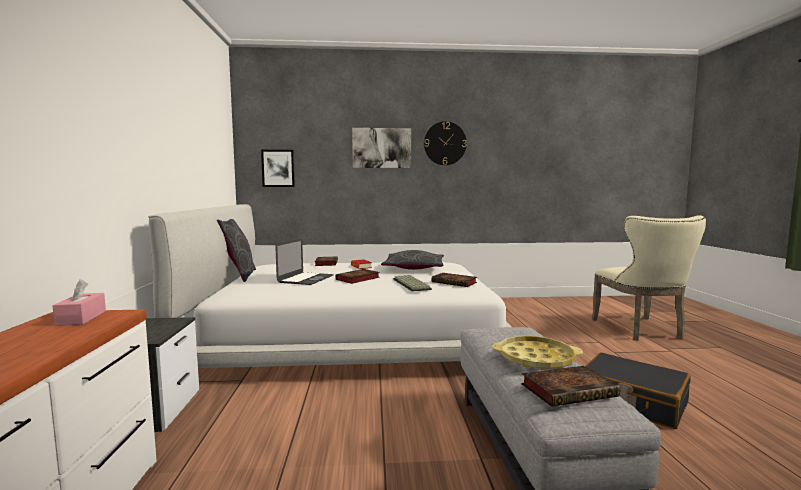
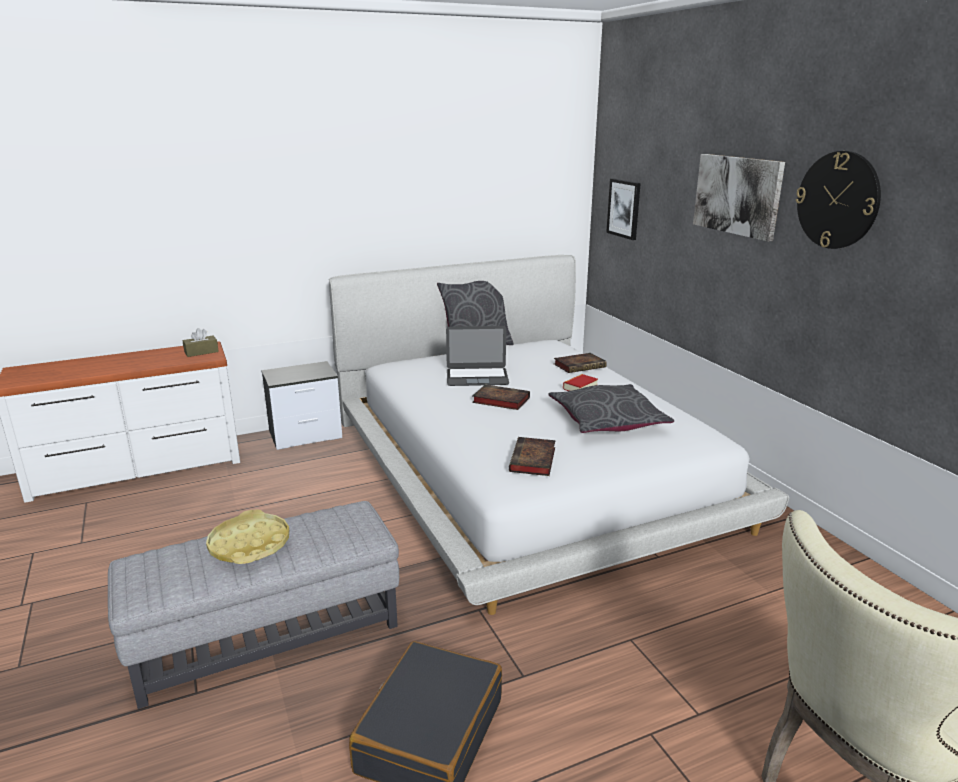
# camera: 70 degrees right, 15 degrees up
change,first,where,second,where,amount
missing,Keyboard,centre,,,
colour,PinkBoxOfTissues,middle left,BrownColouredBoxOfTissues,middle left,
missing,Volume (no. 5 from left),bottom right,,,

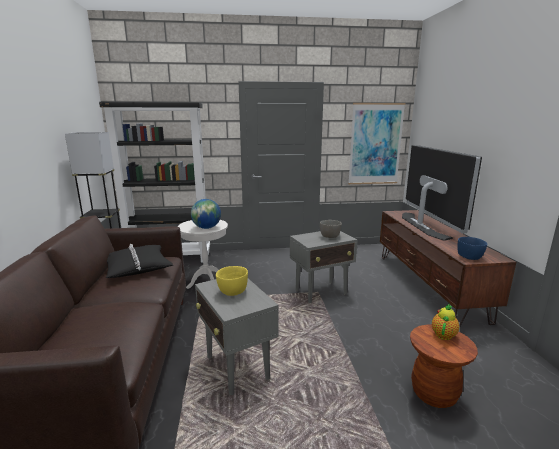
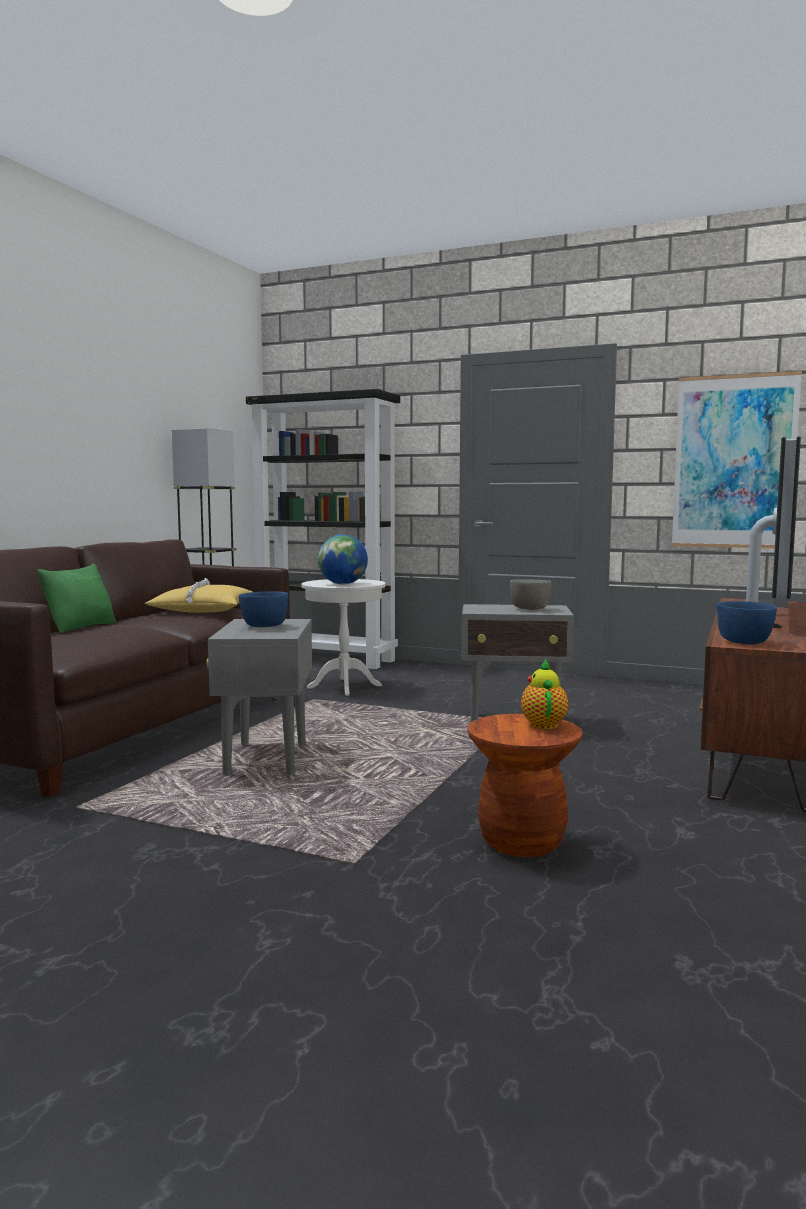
# camera: 30 degrees right, 10 degrees down
change,first,where,second,where,amount
colour,BlackishCushion,middle left,YellowishCushion,middle left,
colour,YellowishServingBowl,centre,BlueColouredServingBowl (no. 1 from left),middle left,
spun,Teapot,bottom right,,middle right,60 degrees counterclockwise
appeared,,,GreenishCushion,middle left,

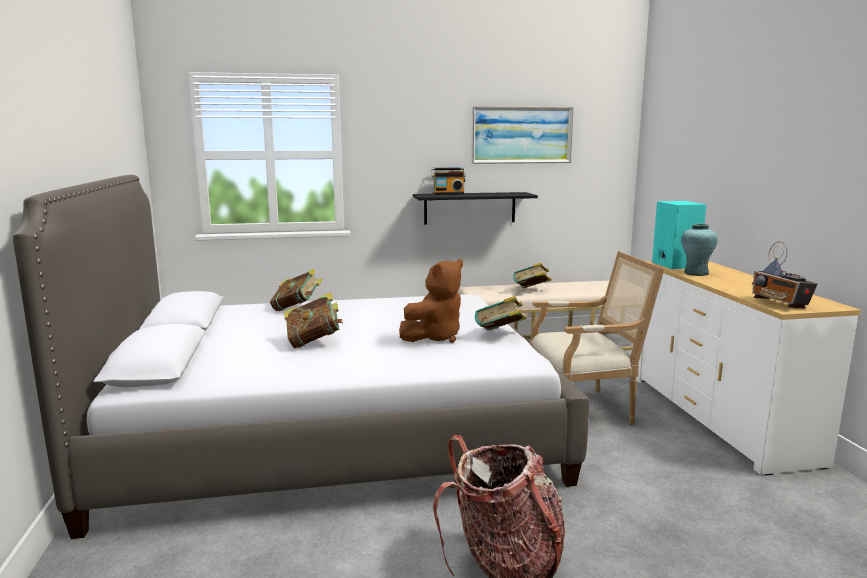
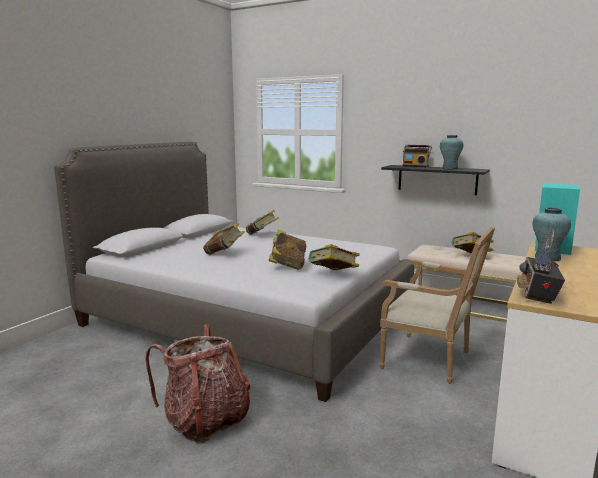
# camera: 40 degrees right, 0 degrees up
change,first,where,second,where,amount
missing,WallPicture,top centre,,,
exchanged,BrownColouredCuddlyToy,centre,Volume (no. 3 from left),centre,
appeared,,,TurquoiseDecorativeVase (no. 1 from left),top right,

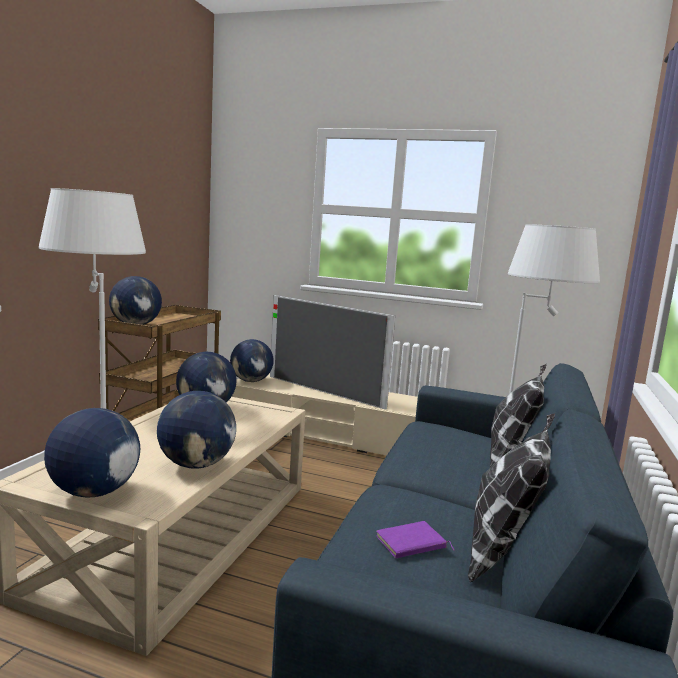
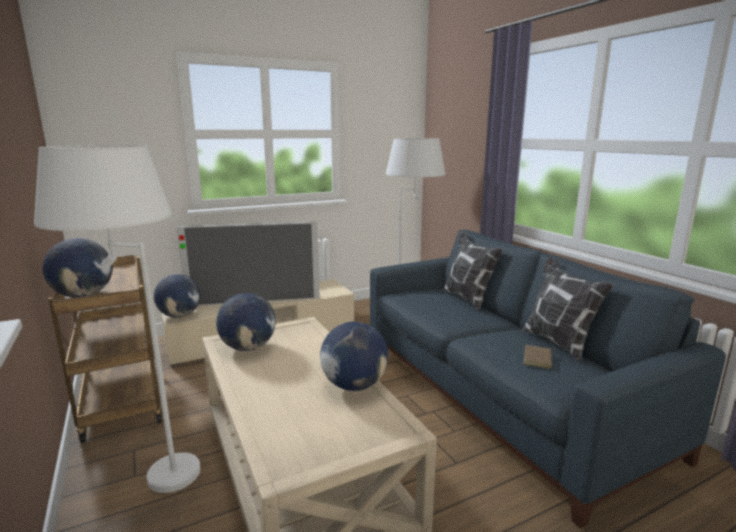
# camera: 45 degrees left, 5 degrees up
change,first,where,second,where,amount
missing,Globe (no. 1 from left),bottom left,,,
colour,PurpleVolume,bottom centre,BrownColouredVolume,bottom right,

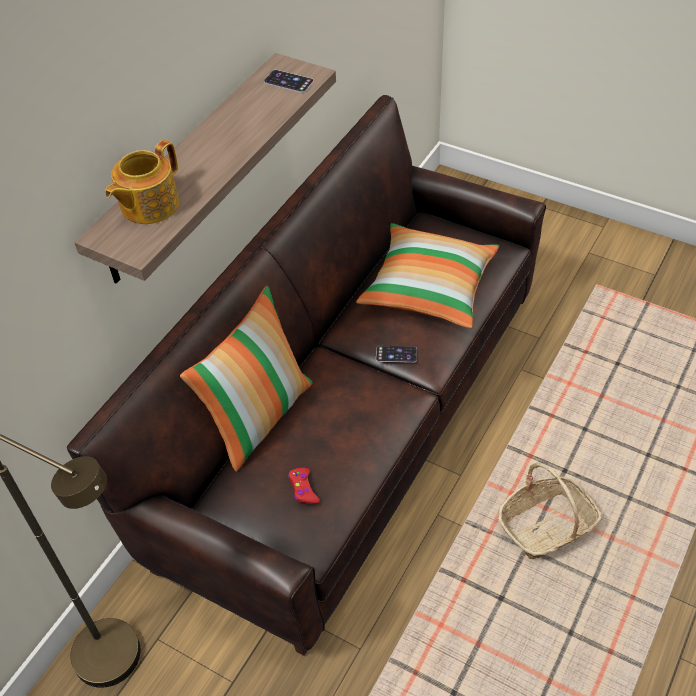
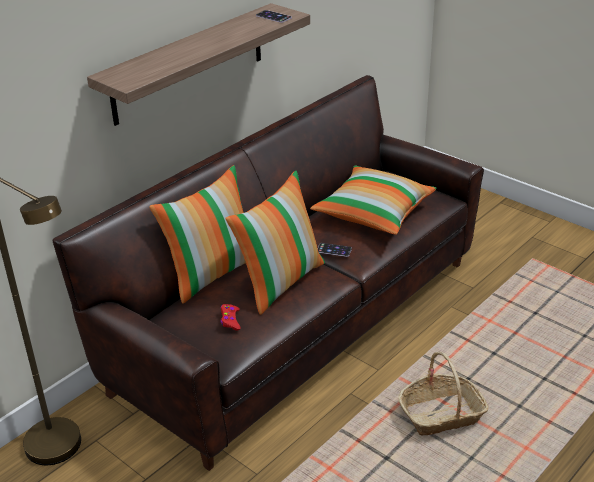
# camera: 10 degrees right, 15 degrees down
change,first,where,second,where,amount
missing,Teapot,top left,,,
appeared,,,Cushion (no. 2 from left),centre,

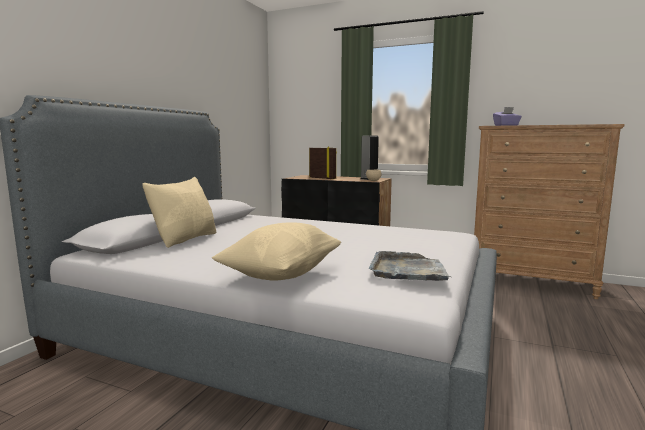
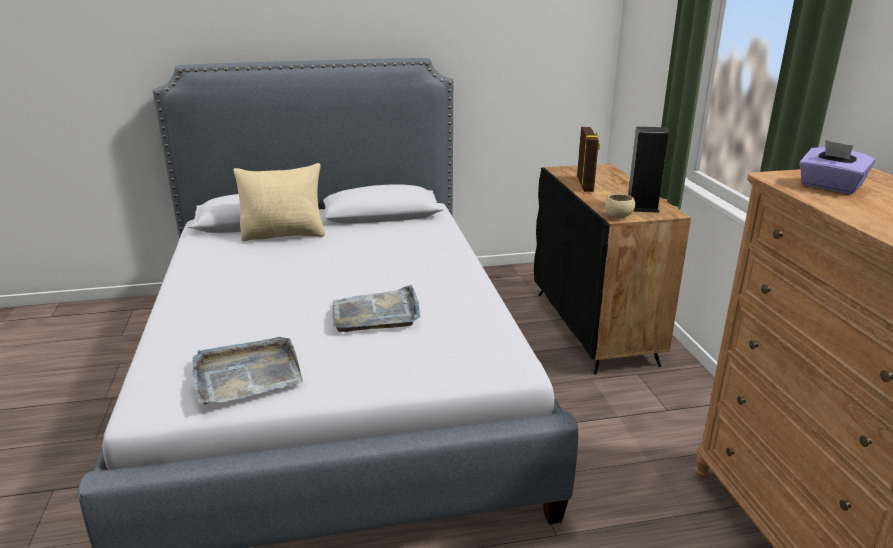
# camera: 55 degrees right, 15 degrees up
change,first,where,second,where,amount
missing,BeigeColouredCushion (no. 2 from left),centre,,,
appeared,,,GreyishTray (no. 2 from left),centre,

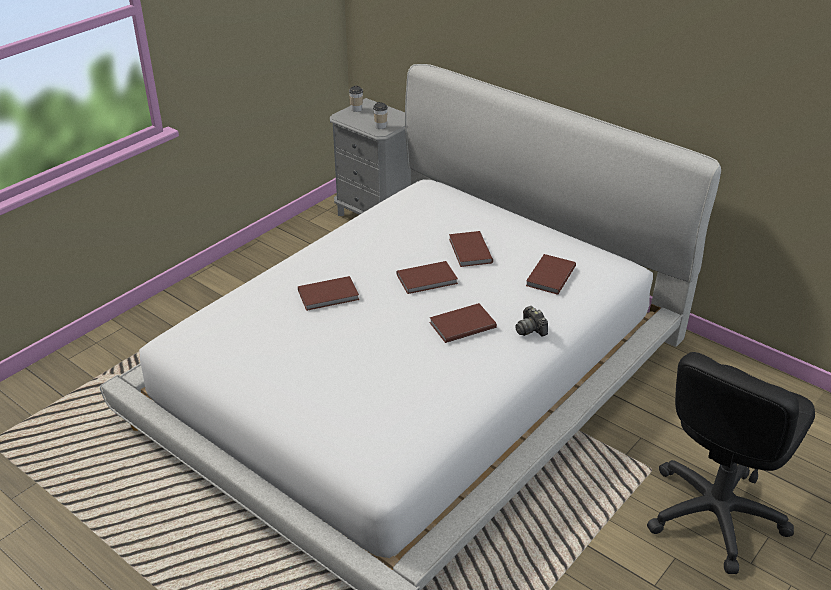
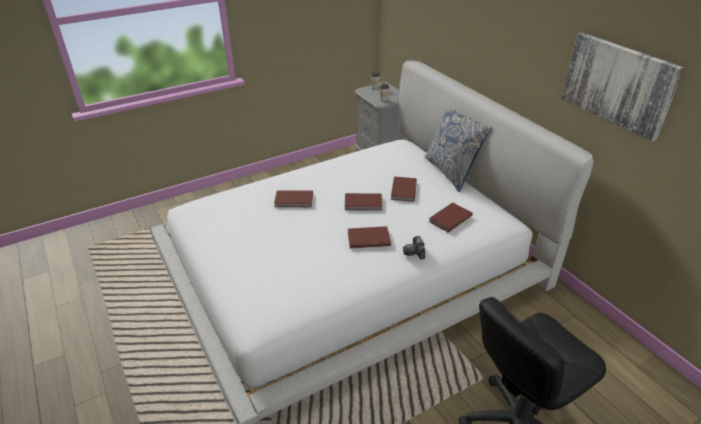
# camera: 20 degrees right, 0 degrees up
change,first,where,second,where,amount
appeared,,,WallPicture,top right,
appeared,,,Cushion,centre,

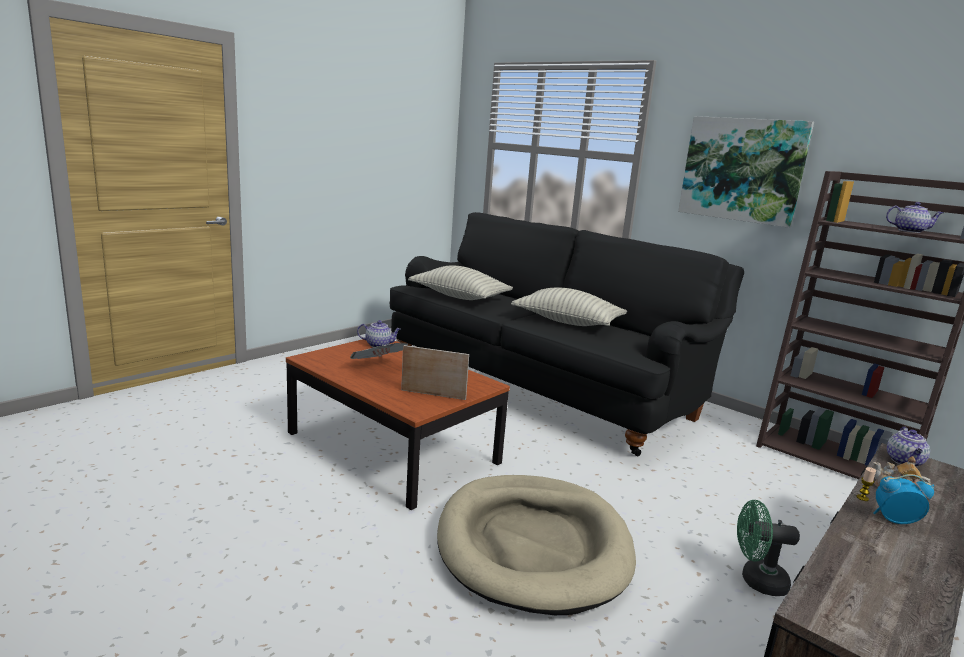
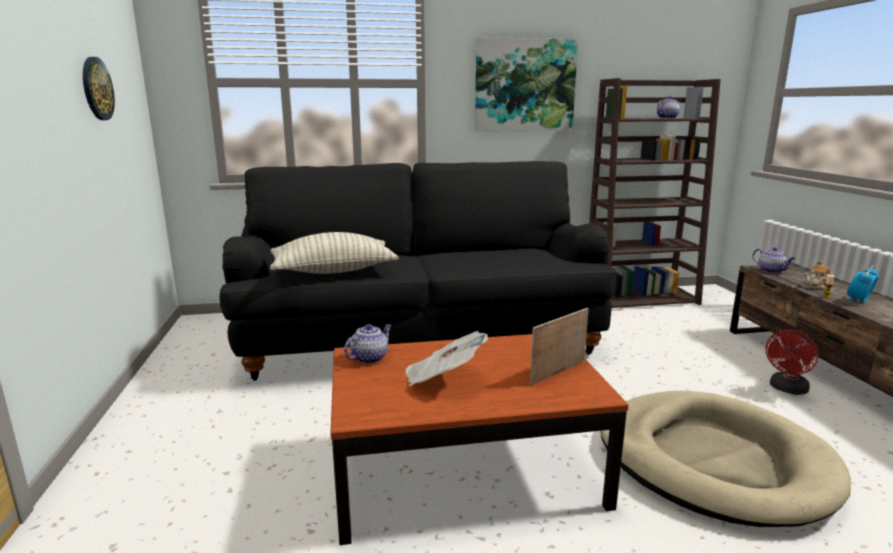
# camera: 50 degrees left, 0 degrees up
change,first,where,second,where,amount
missing,Cushion (no. 2 from left),centre,,,
colour,GreenishFan,bottom right,RedColouredFan,middle right,
appeared,,,HangingClock,top left,

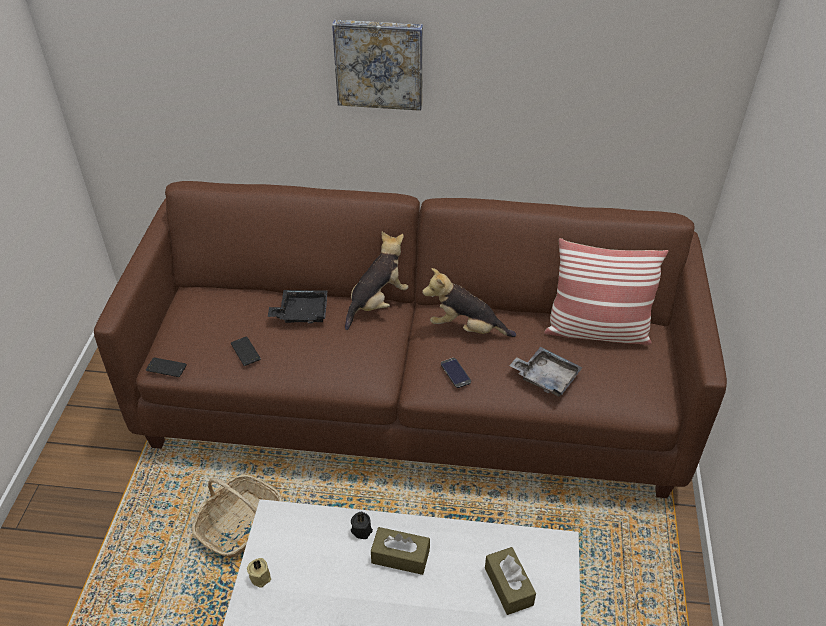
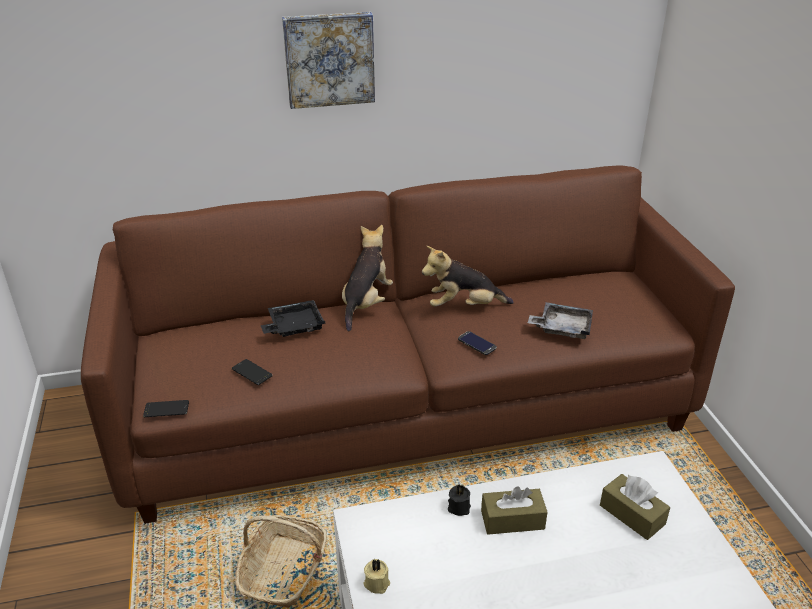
# camera: 20 degrees left, 10 degrees down
change,first,where,second,where,amount
missing,Cushion,middle right,,,

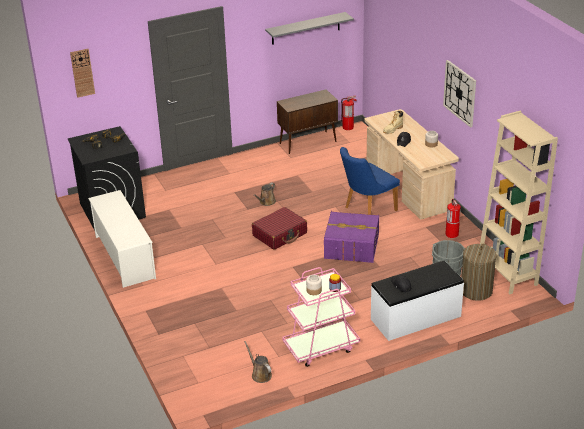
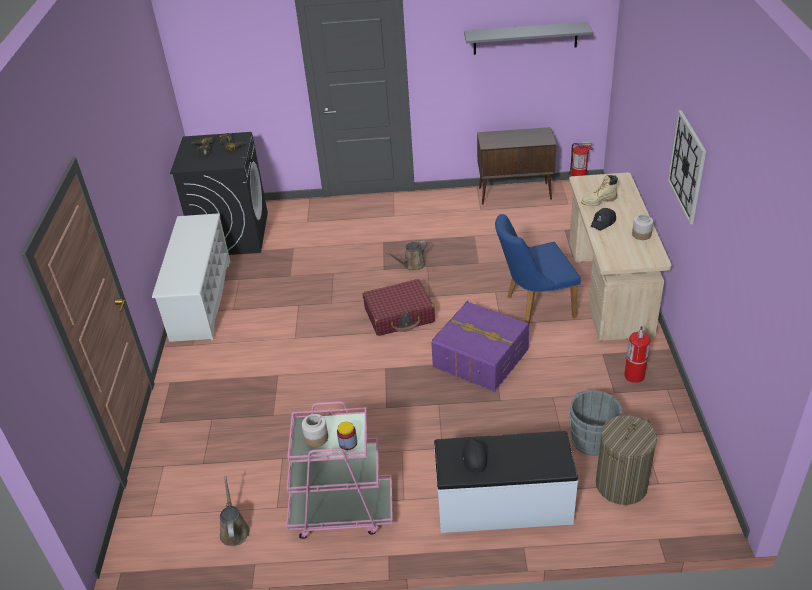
# camera: 25 degrees right, 5 degrees up
change,first,where,second,where,amount
missing,HangingClock (no. 1 from left),top left,,,
missing,BeigeColouredBookcase,middle right,,,

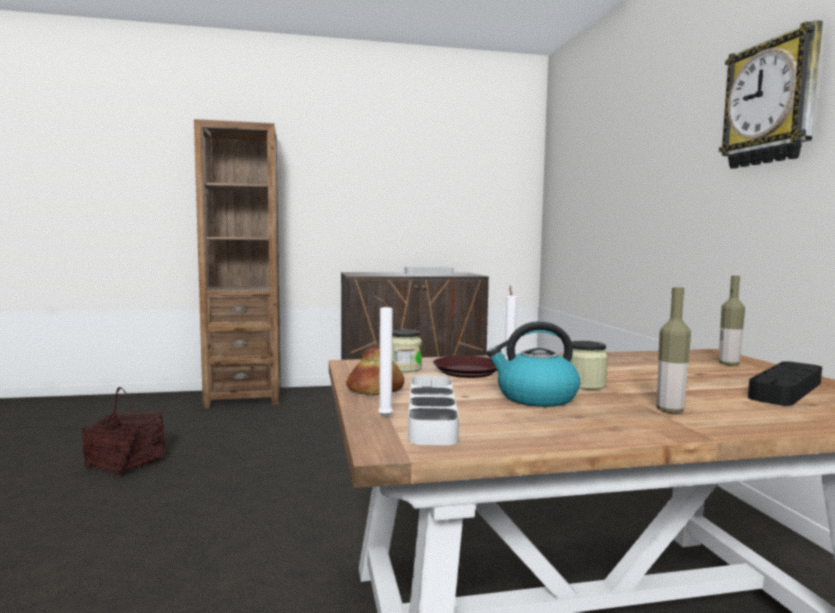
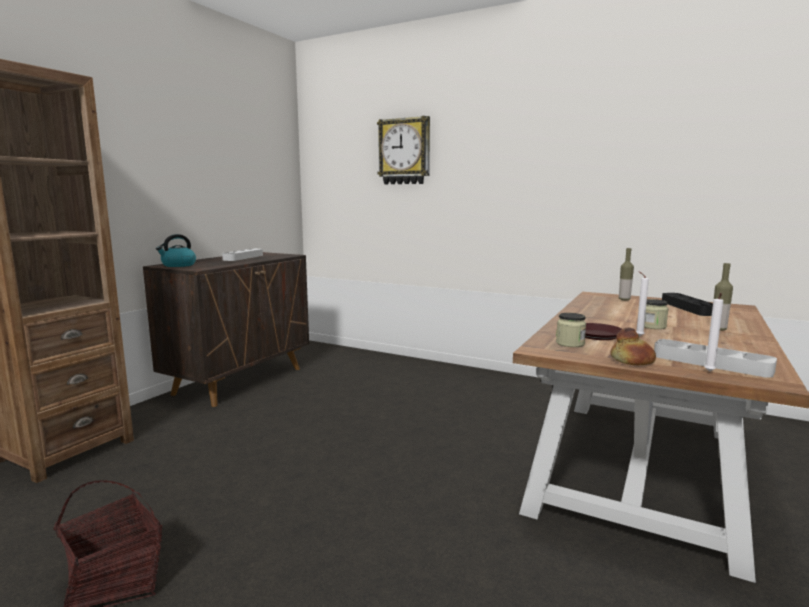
# camera: 50 degrees left, 5 degrees up
change,first,where,second,where,amount
relocated,HangingClock,top right,,top centre,
relocated,WaterKettle,centre,,middle left,

